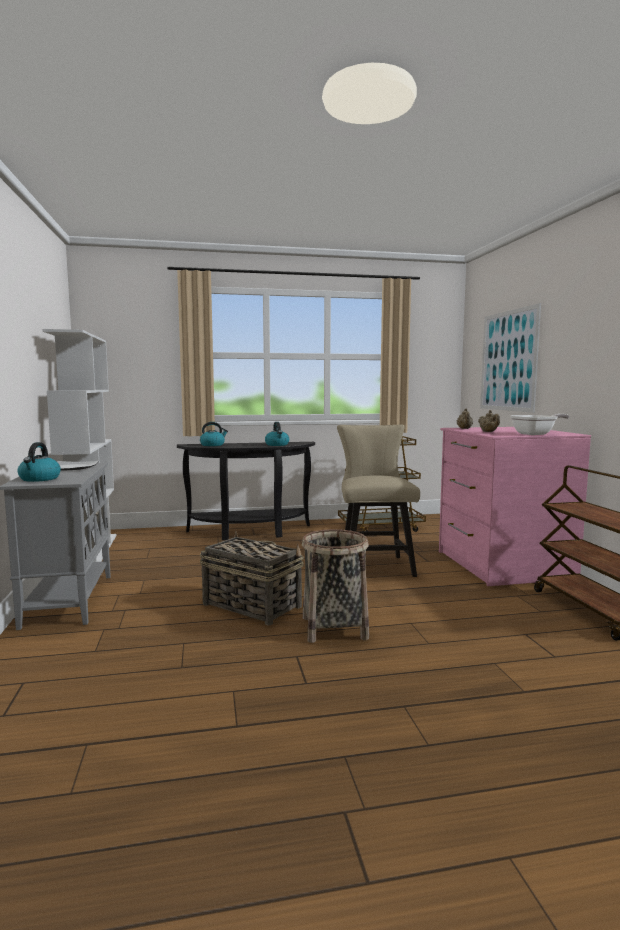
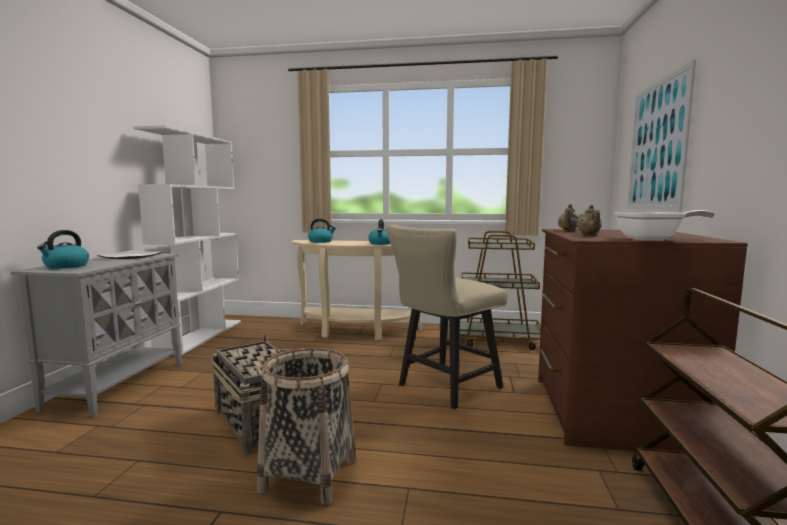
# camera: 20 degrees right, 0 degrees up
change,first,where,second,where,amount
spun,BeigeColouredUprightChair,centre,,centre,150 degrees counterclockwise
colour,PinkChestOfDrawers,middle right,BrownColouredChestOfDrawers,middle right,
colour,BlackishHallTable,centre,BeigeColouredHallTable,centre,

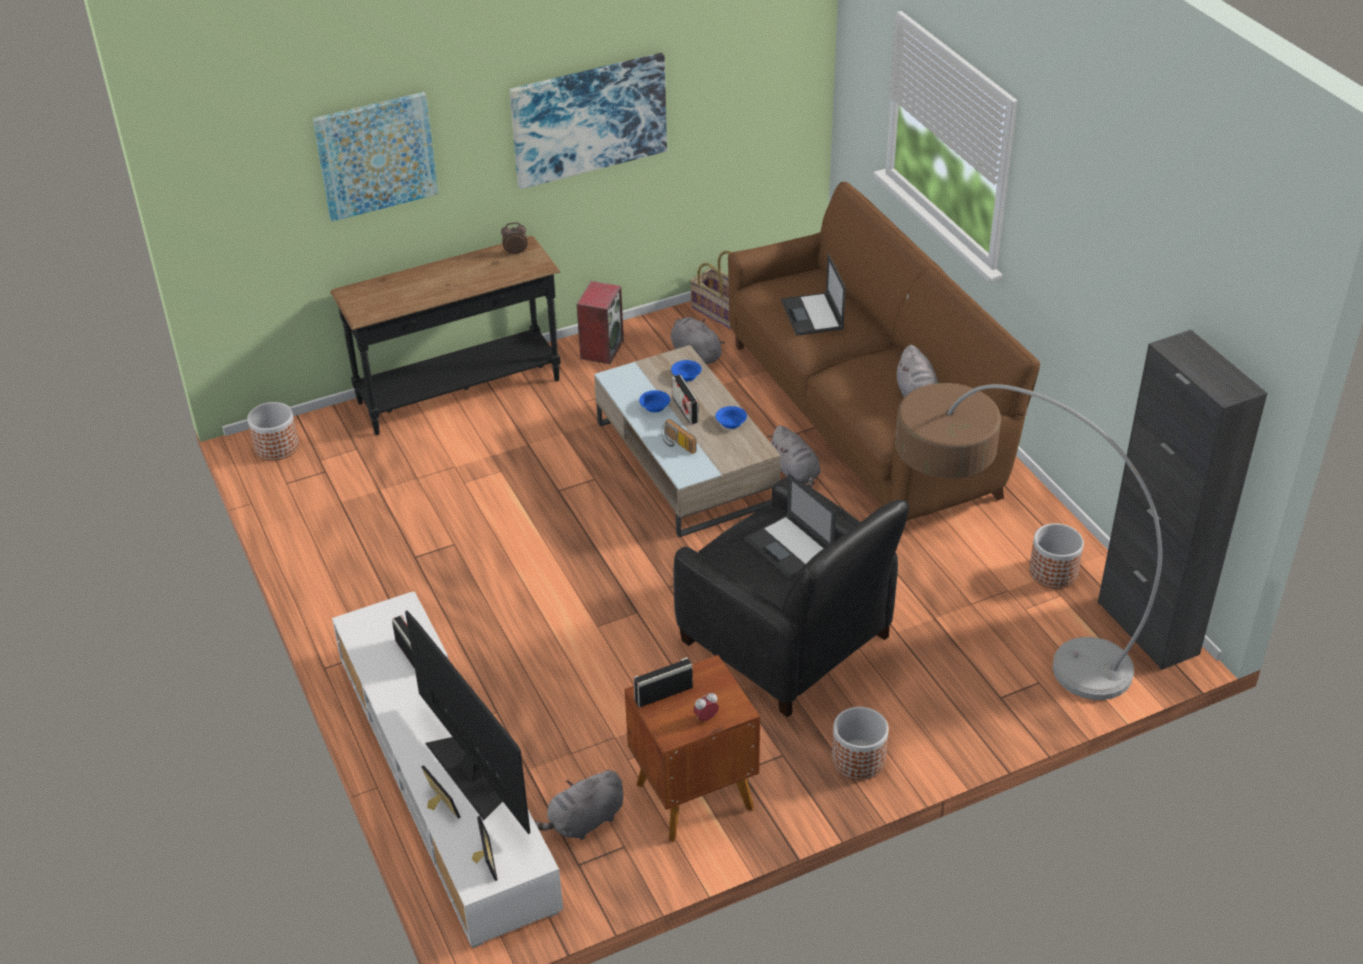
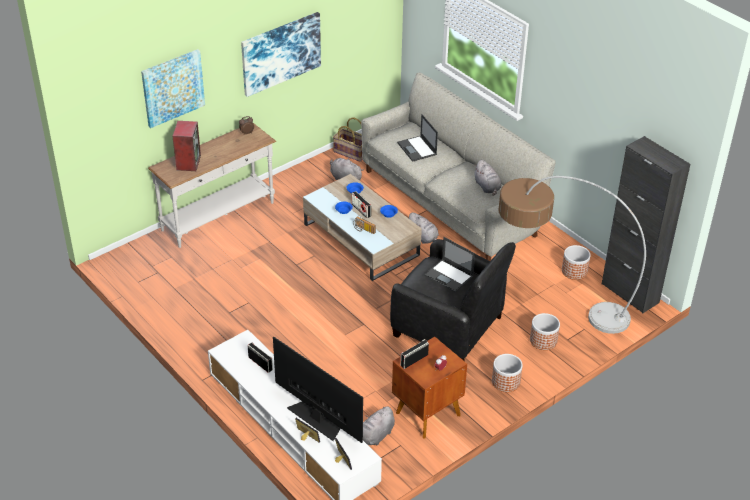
# camera: 15 degrees left, 0 degrees up
change,first,where,second,where,amount
colour,BrownColouredSofa,centre,GreyishSofa,top centre,
colour,BlackishHallTable,middle left,WhiteColouredHallTable,middle left,
relocated,Loudspeaker,centre,,top left,
relocated,FlowerPot (no. 1 from left in the first image),middle left,FlowerPot (no. 2 from left),middle right,

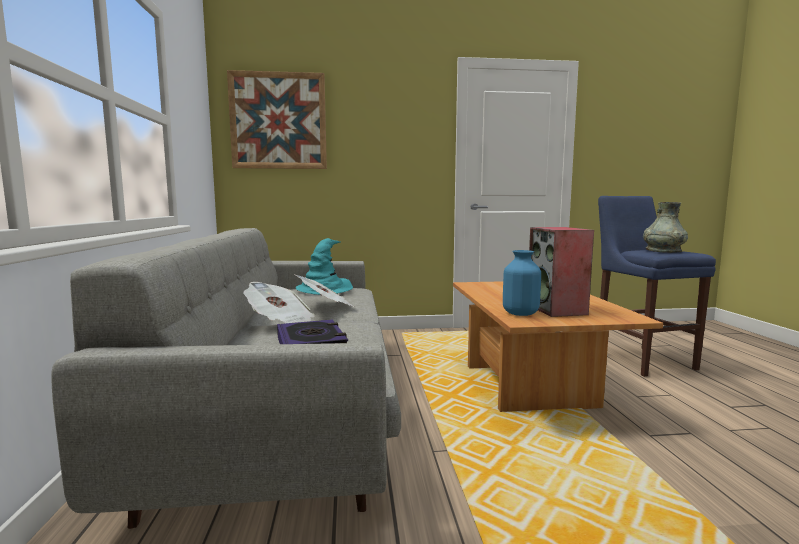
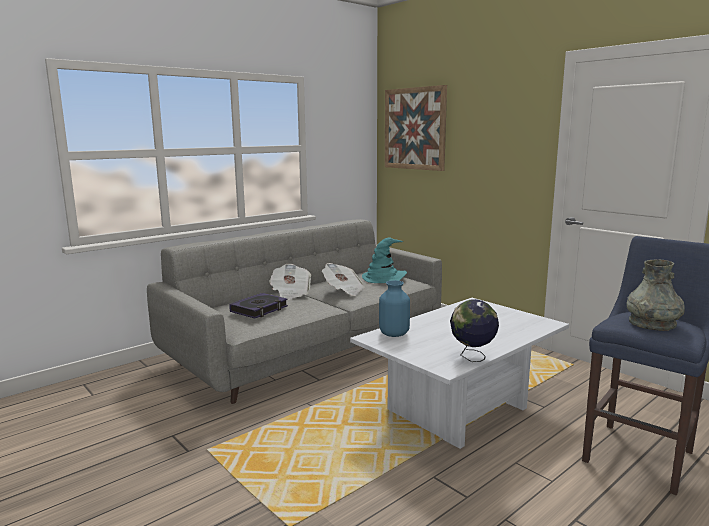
# camera: 55 degrees right, 5 degrees up
change,first,where,second,where,amount
missing,Loudspeaker,middle right,,,
colour,BrownColouredLowTable,middle right,WhiteColouredLowTable,bottom centre,
appeared,,,Globe,middle right,

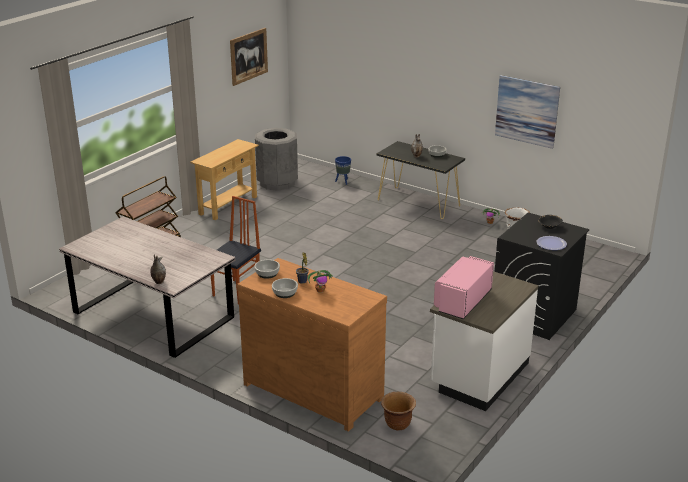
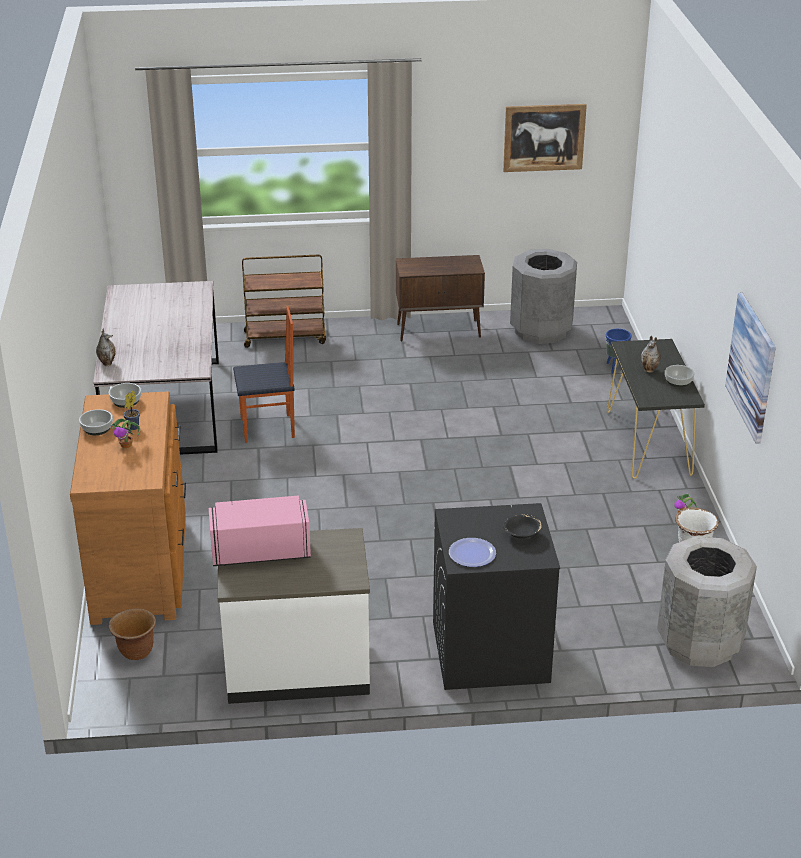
# camera: 50 degrees right, 5 degrees up
change,first,where,second,where,amount
exchanged,BeigeColouredHallTable,middle left,BrownColouredStorageCabinet,centre,
appeared,,,GreyishRubbishBin (no. 2 from left),bottom right,

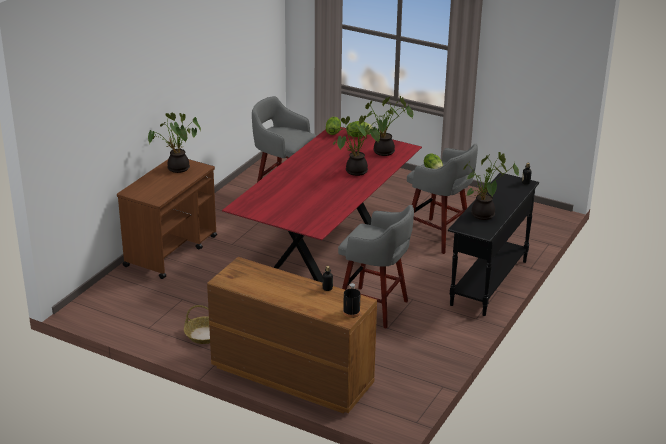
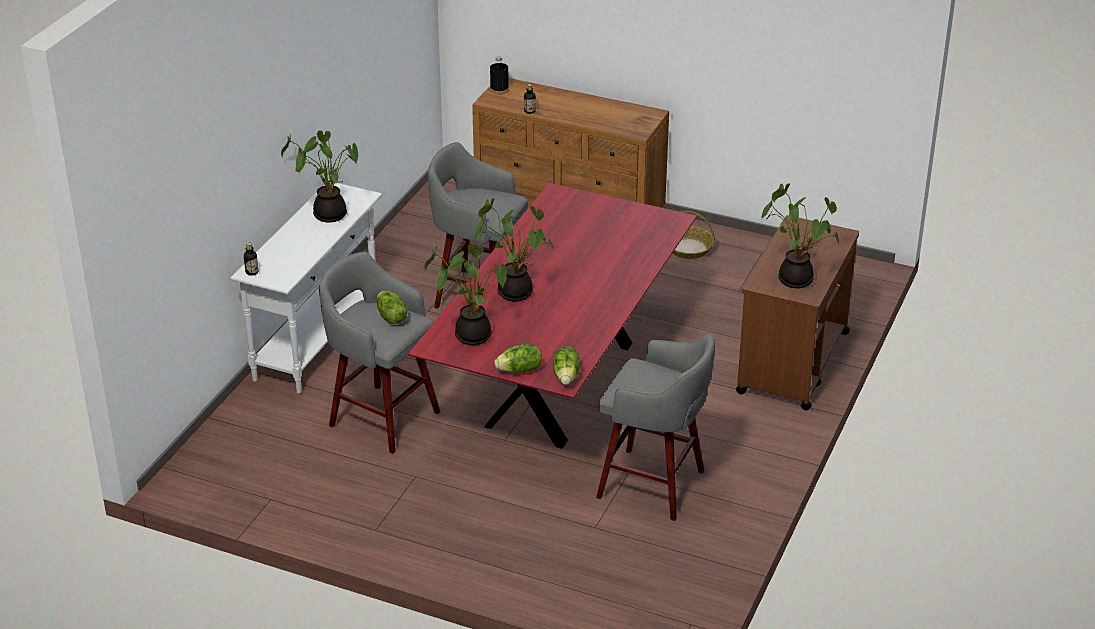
# camera: 175 degrees right, 5 degrees up
change,first,where,second,where,amount
colour,BlackishHallTable,middle right,WhiteColouredHallTable,middle left,

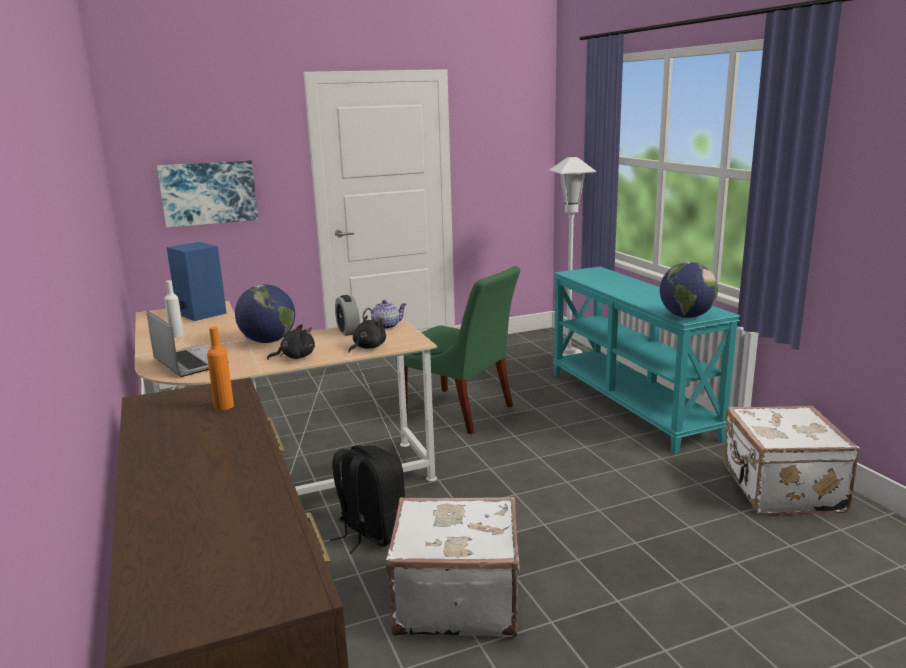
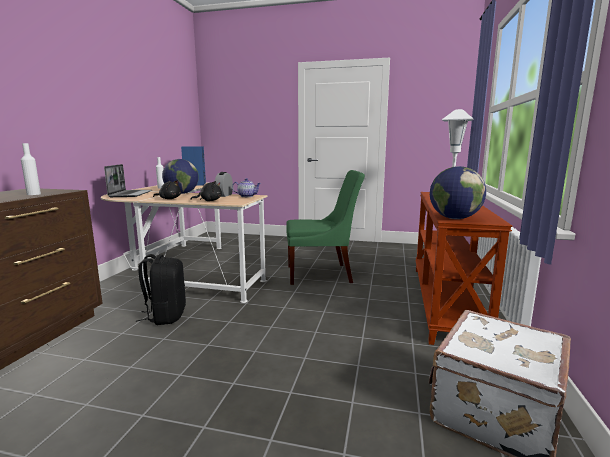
# camera: 35 degrees right, 5 degrees down
change,first,where,second,where,amount
missing,WallPicture,top left,,,
spun,GreenishUprightChair,centre,,centre,75 degrees counterclockwise
colour,TurquoiseHallTable,middle right,BrownColouredHallTable,middle right,
colour,OrangeDrinkBottle,middle left,WhiteColouredDrinkBottle (no. 1 from left),middle left,
missing,WhiteColouredTravelCase (no. 1 from left),bottom centre,,,

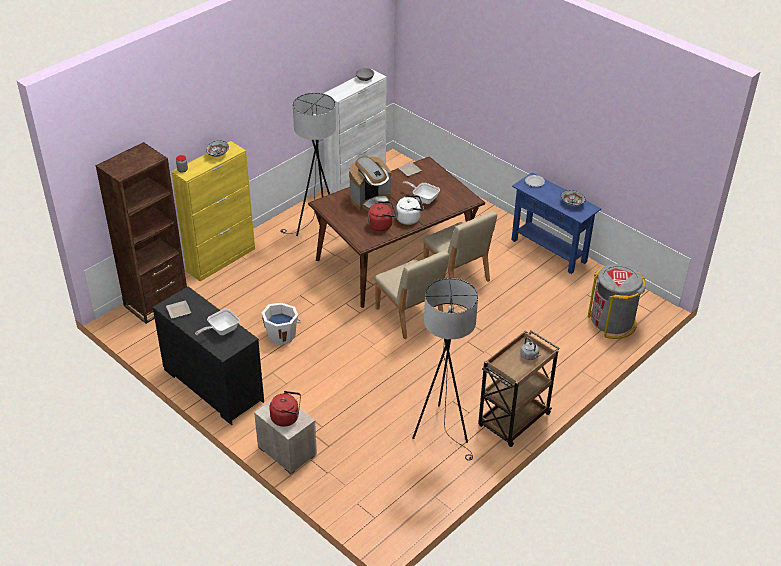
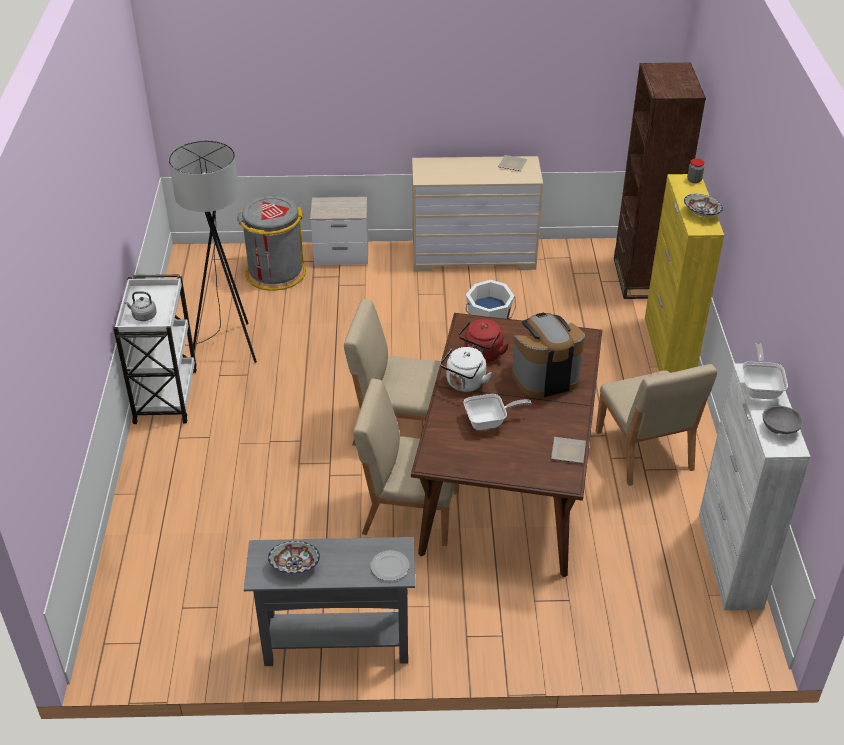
# camera: 135 degrees right, 0 degrees up
change,first,where,second,where,amount
exchanged,GreyishStandardLamp (no. 1 from left),top centre,BeigeColouredUprightChair (no. 3 from left),middle right,
spun,CoffeeMachine,top centre,,centre,60 degrees clockwise
colour,BlueColouredHallTable,middle right,GreyishHallTable,bottom centre,
relocated,GreyishRubbishBin,middle right,,top left,
colour,BlackishChestOfDrawers,middle left,BeigeColouredChestOfDrawers,top centre,
relocated,FryingPan (no. 1 from left in the first image),middle left,FryingPan (no. 2 from left),middle right,
colour,BrownColouredTrolley,bottom centre,WhiteColouredTrolley,middle left,
missing,RedColouredWaterKettle (no. 1 from left),bottom centre,,,

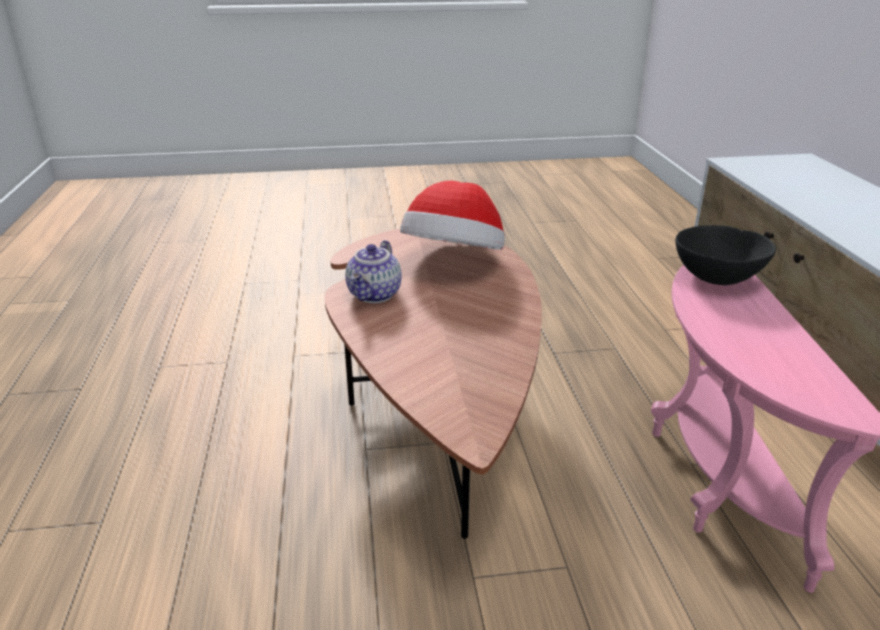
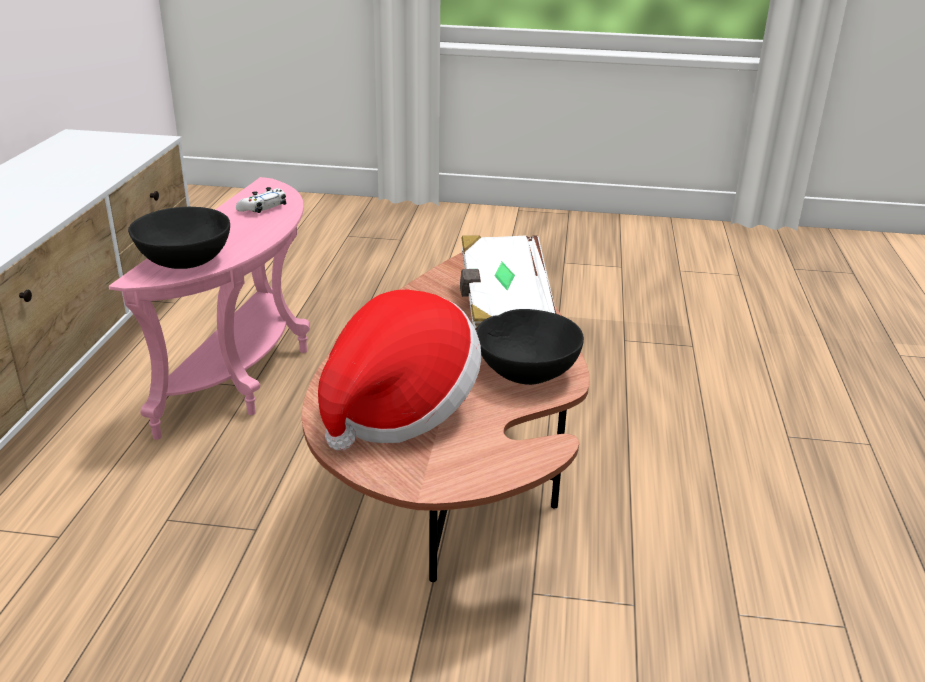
# camera: 165 degrees left, 0 degrees up
change,first,where,second,where,amount
exchanged,Teapot,centre,BlackishServingBowl (no. 2 from left),centre,
appeared,,,WhiteColouredGamepad,top left,
appeared,,,WhiteColouredVolume,centre,

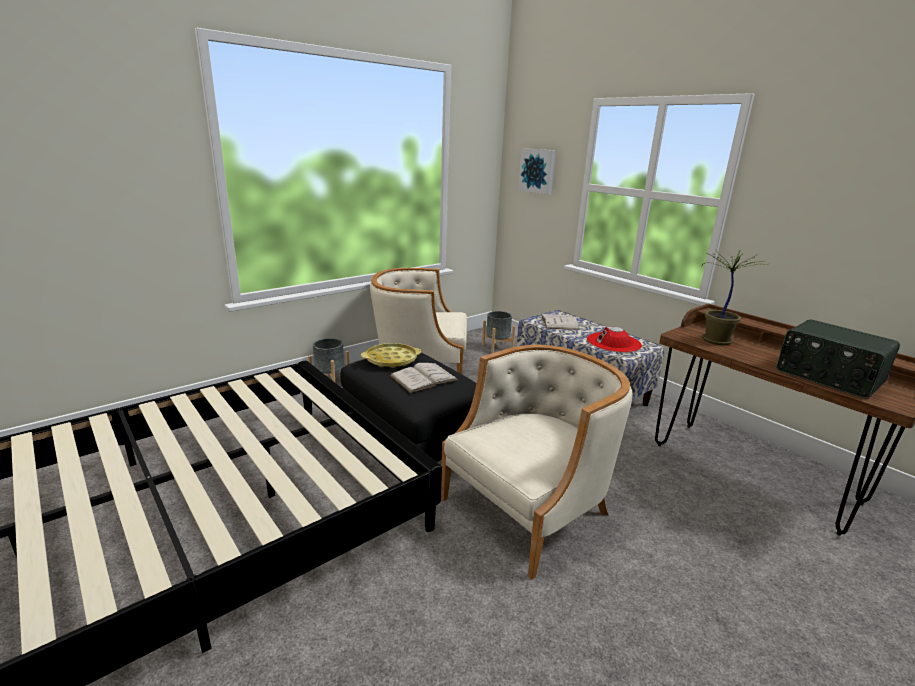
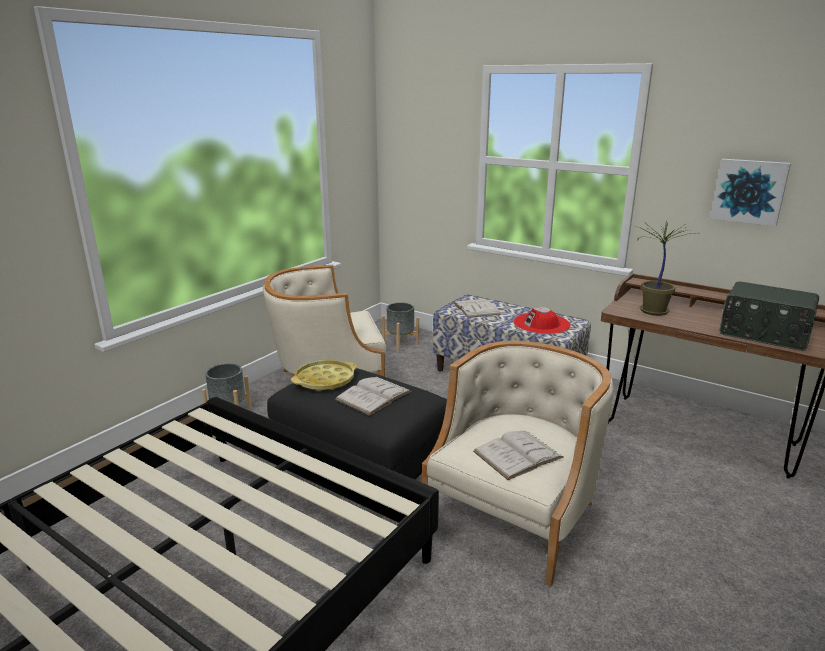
# camera: 15 degrees left, 0 degrees up
change,first,where,second,where,amount
relocated,WallPicture,top centre,,top right,
appeared,,,WhiteColouredVolume (no. 3 from left),bottom centre,

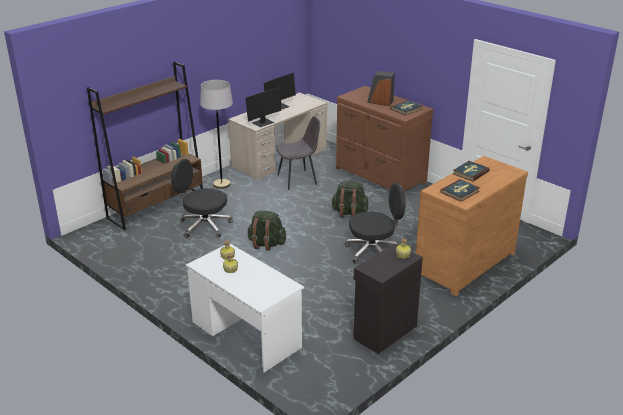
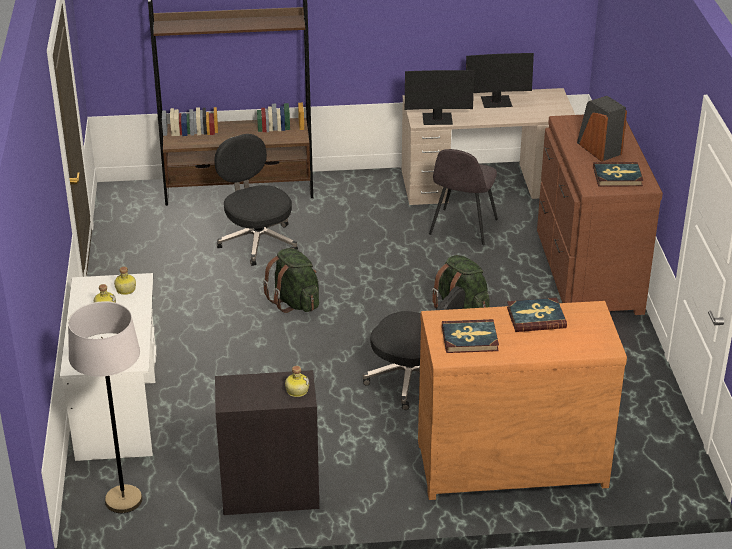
# camera: 40 degrees right, 5 degrees up
change,first,where,second,where,amount
relocated,GreyishStandardLamp,top centre,,bottom left,
spun,GreyishUprightChair,centre,,centre,90 degrees clockwise

